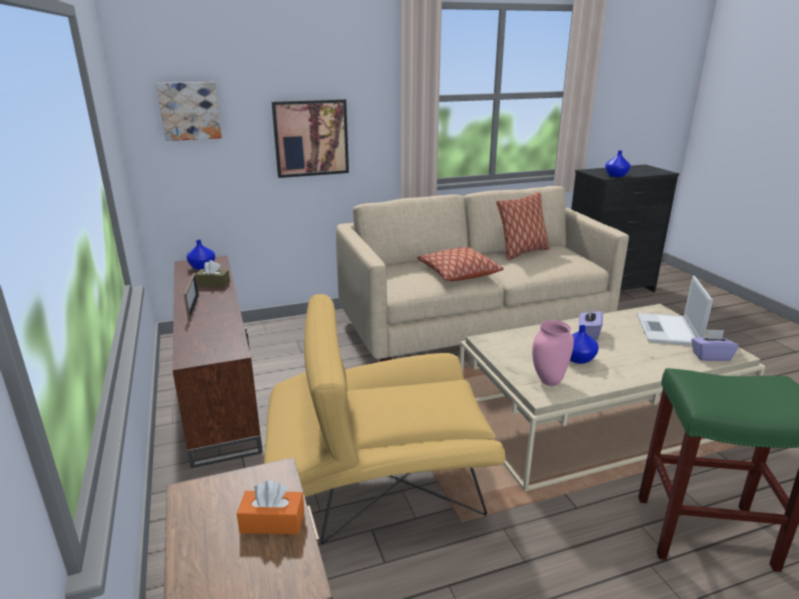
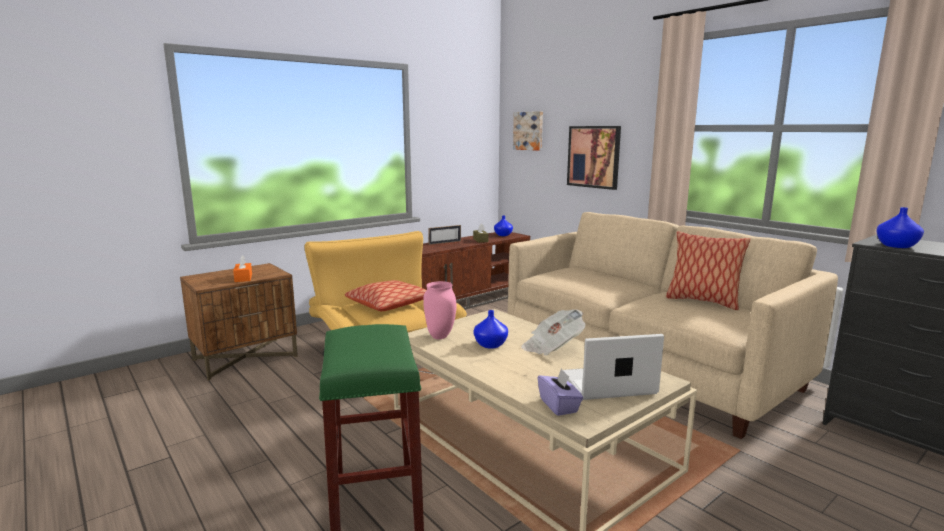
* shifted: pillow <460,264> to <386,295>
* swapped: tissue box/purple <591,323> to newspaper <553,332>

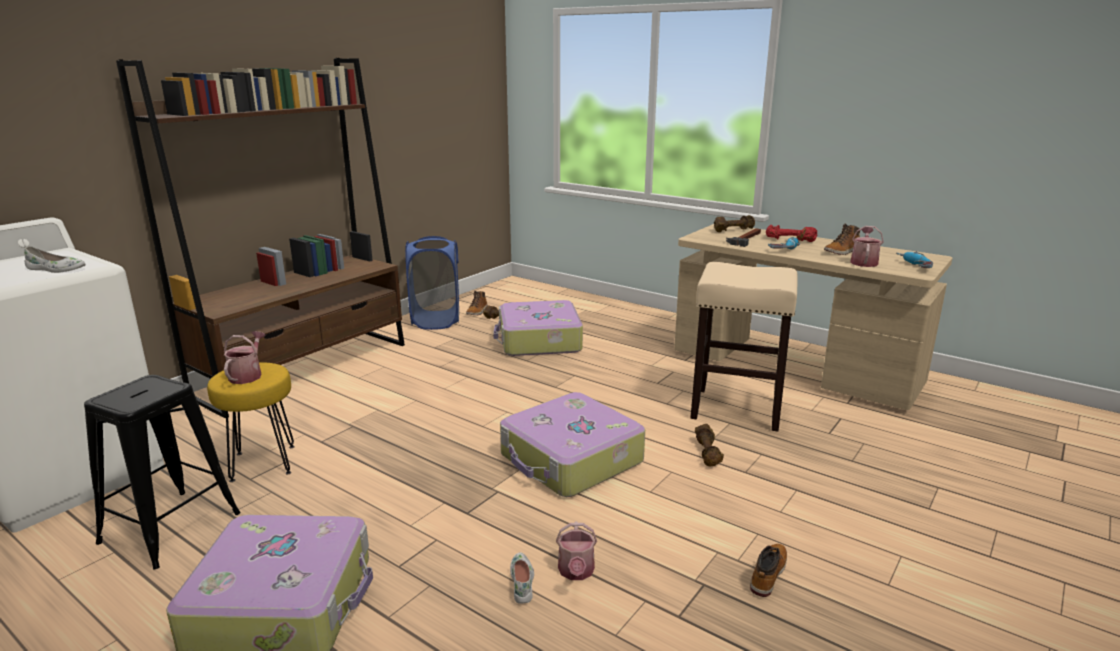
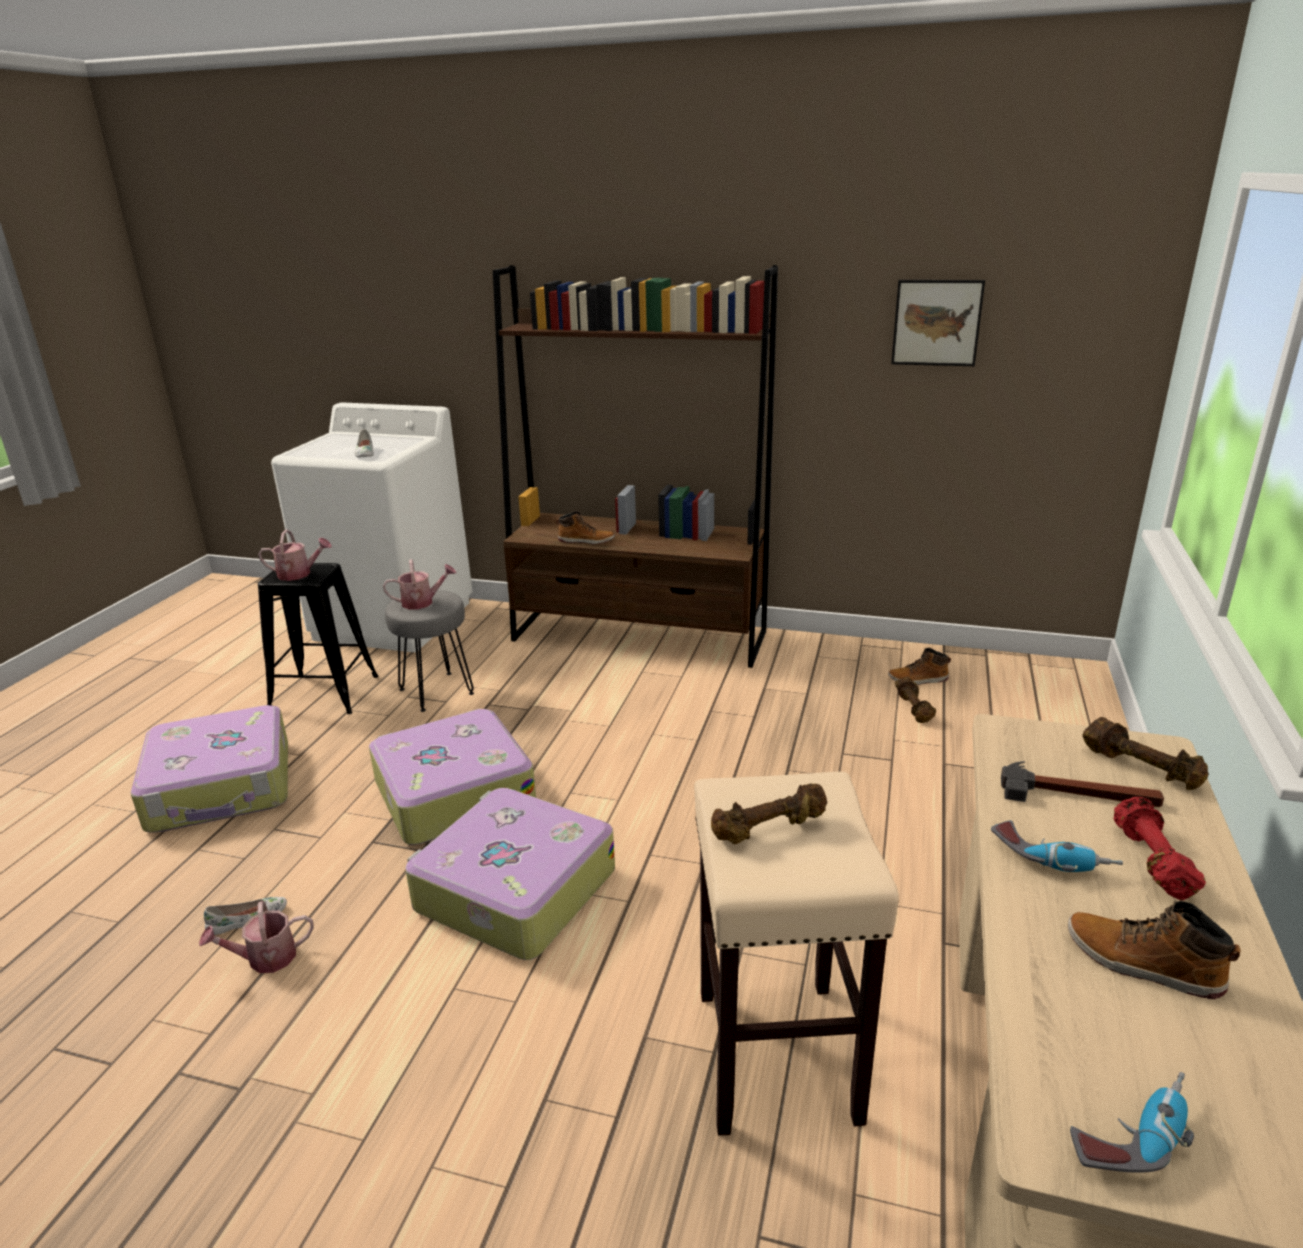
* shifted: watering can <866,246> to <295,555>
* gone: laundry basket/blue <432,283>
* shifted: suitcase <538,328> to <452,777>
* repainted: stool/yellow <251,422> to stool/grey <429,651>
* shifted: dumbbell/brown <709,445> to <769,813>
* shifted: boot <768,570> to <585,527>
* new: picture <938,323>

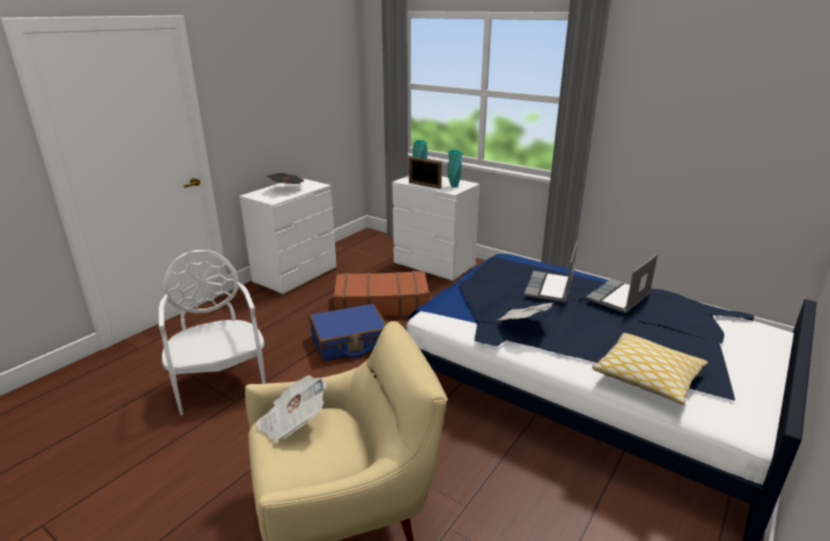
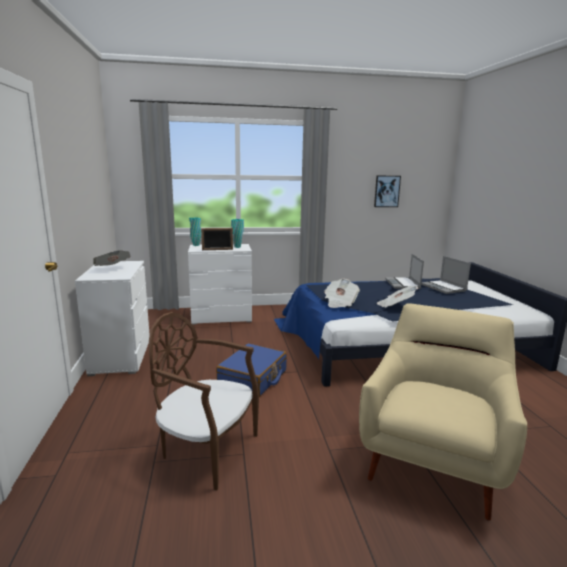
* shifted: laptop <550,272> to <446,275>
* repainted: chair/white <212,332> to chair/brown <204,401>
* gone: suitcase/brown <382,293>
* gone: pillow <650,369>
* shifted: newspaper <291,409> to <342,293>
* new: picture <387,191>

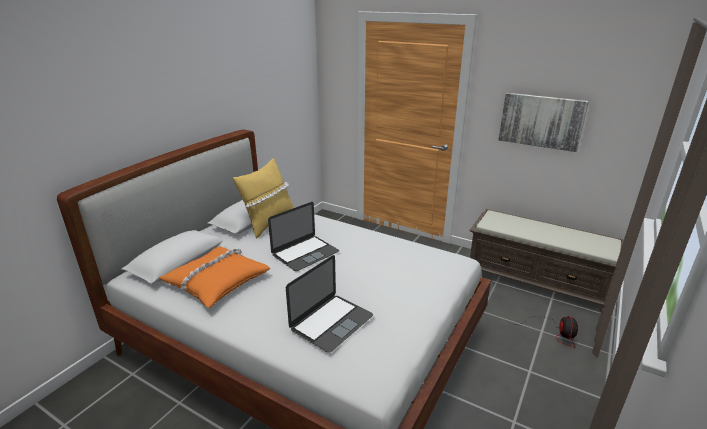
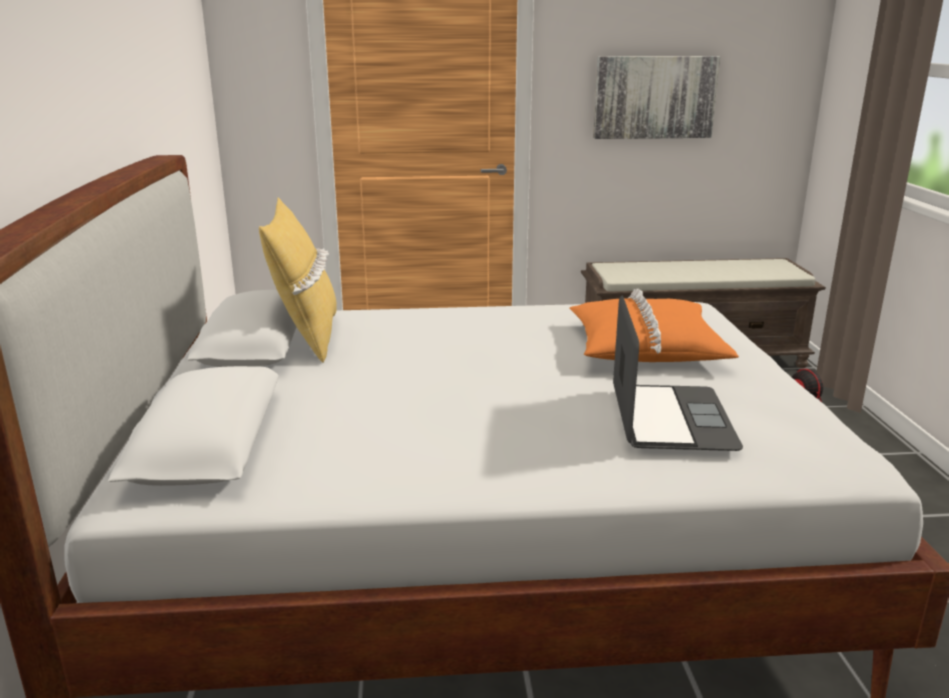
* gone: laptop <303,236>
* shifted: pillow/orange <214,277> to <654,325>

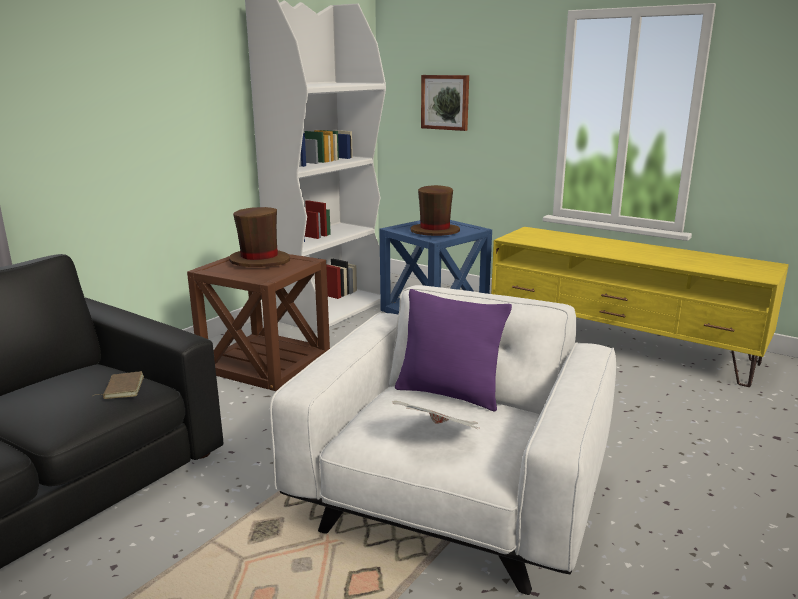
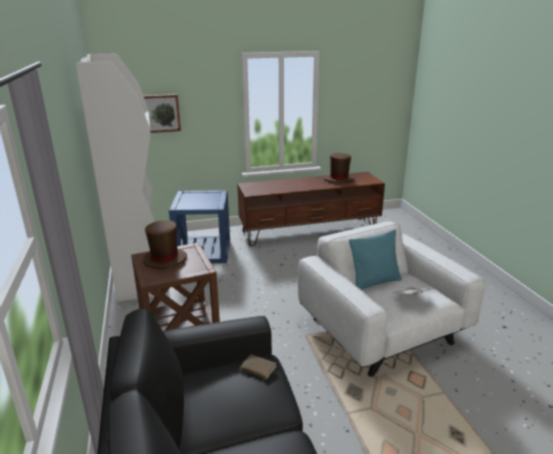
* shifted: hat/brown <435,210> to <339,168>
* repainted: tv stand/yellow <640,307> to tv stand/brown <311,209>
* repainted: pillow/purple <453,350> to pillow/turquoise <375,260>

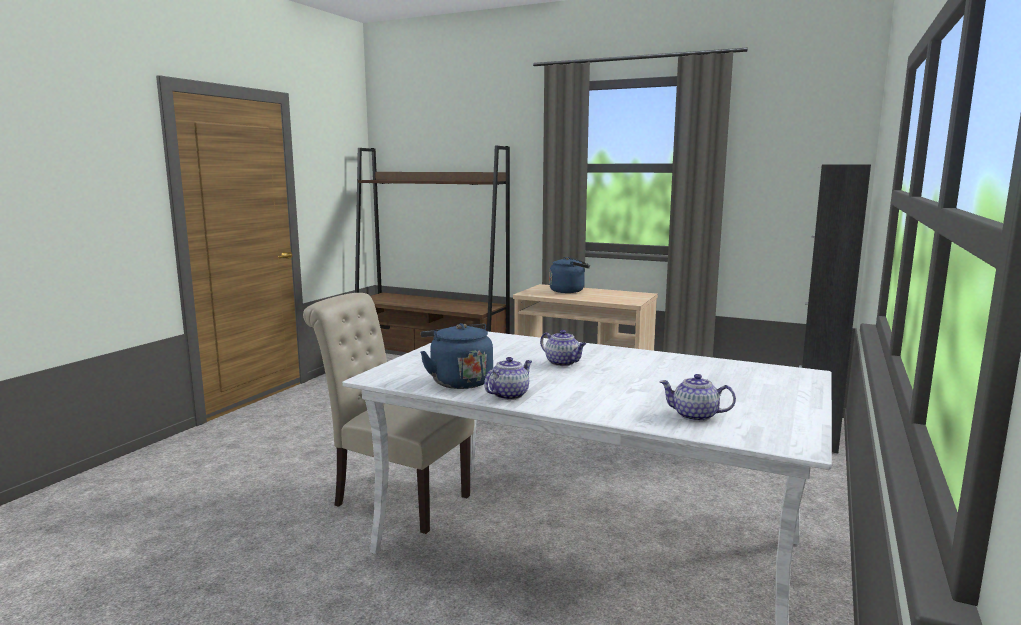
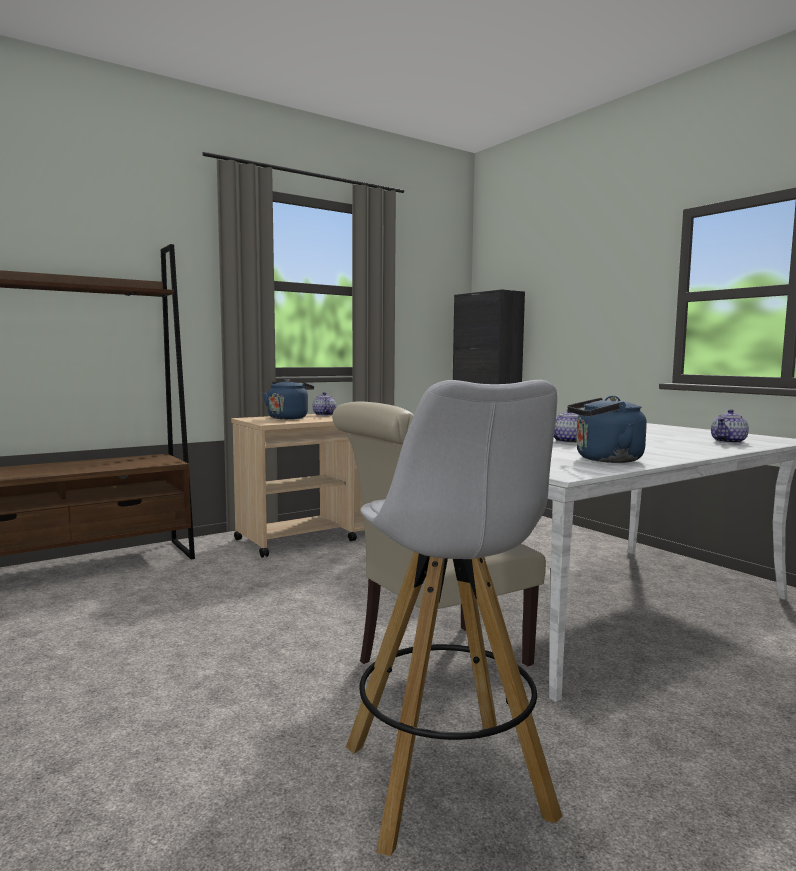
* shifted: teapot <508,378> to <324,404>
* new: stool/white <454,618>

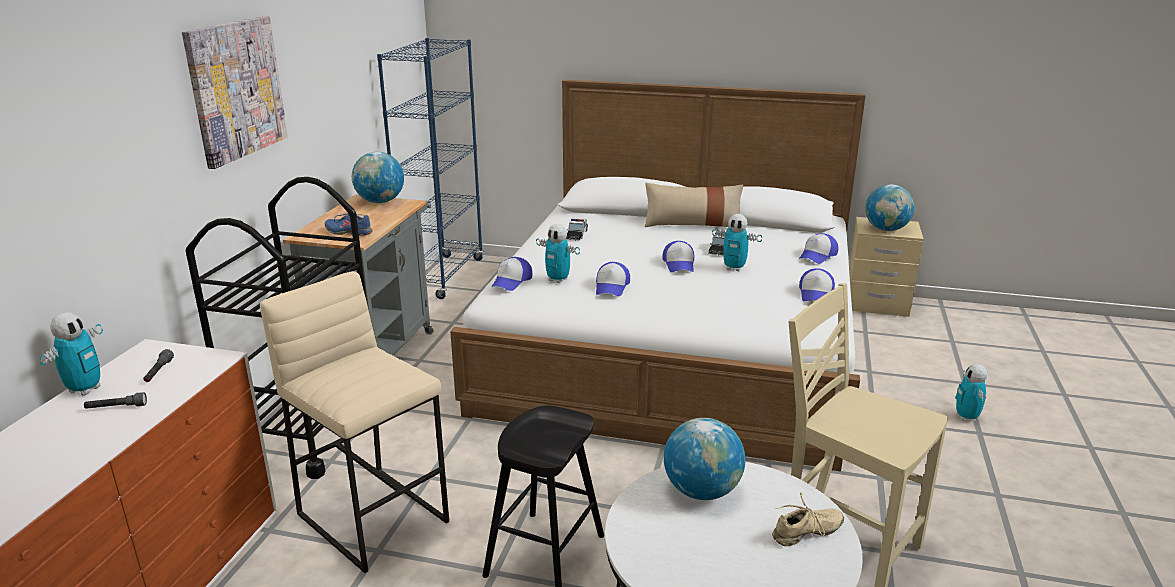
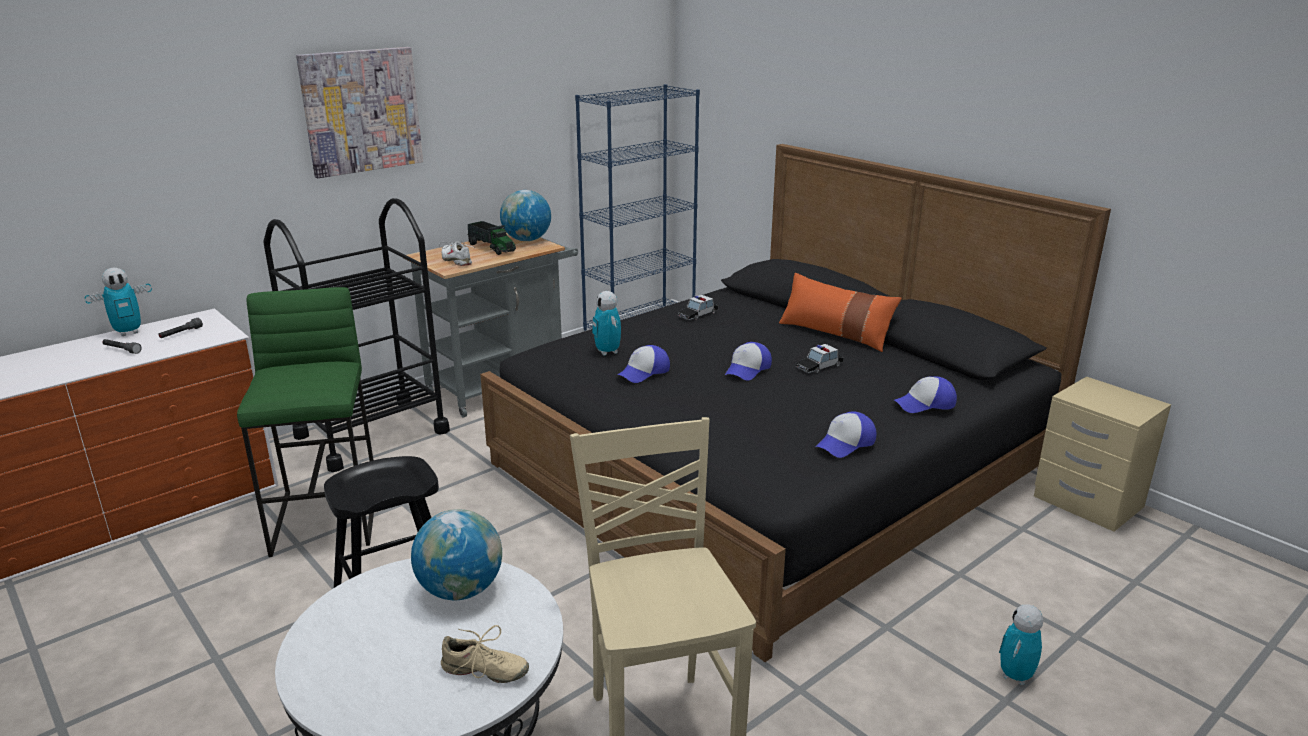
* repainted: bed/white <658,275> to bed/black <795,403>
* repainted: pillow/beige <694,204> to pillow/orange <840,312>
* gone: globe <890,207>
* repainted: shoe/blue <348,224> to shoe/white <457,253>
* gone: toy robot <737,242>
* gone: cap <512,274>
* repainted: stool/beige <354,422> to stool/green <305,422>
* new: toy truck <491,238>

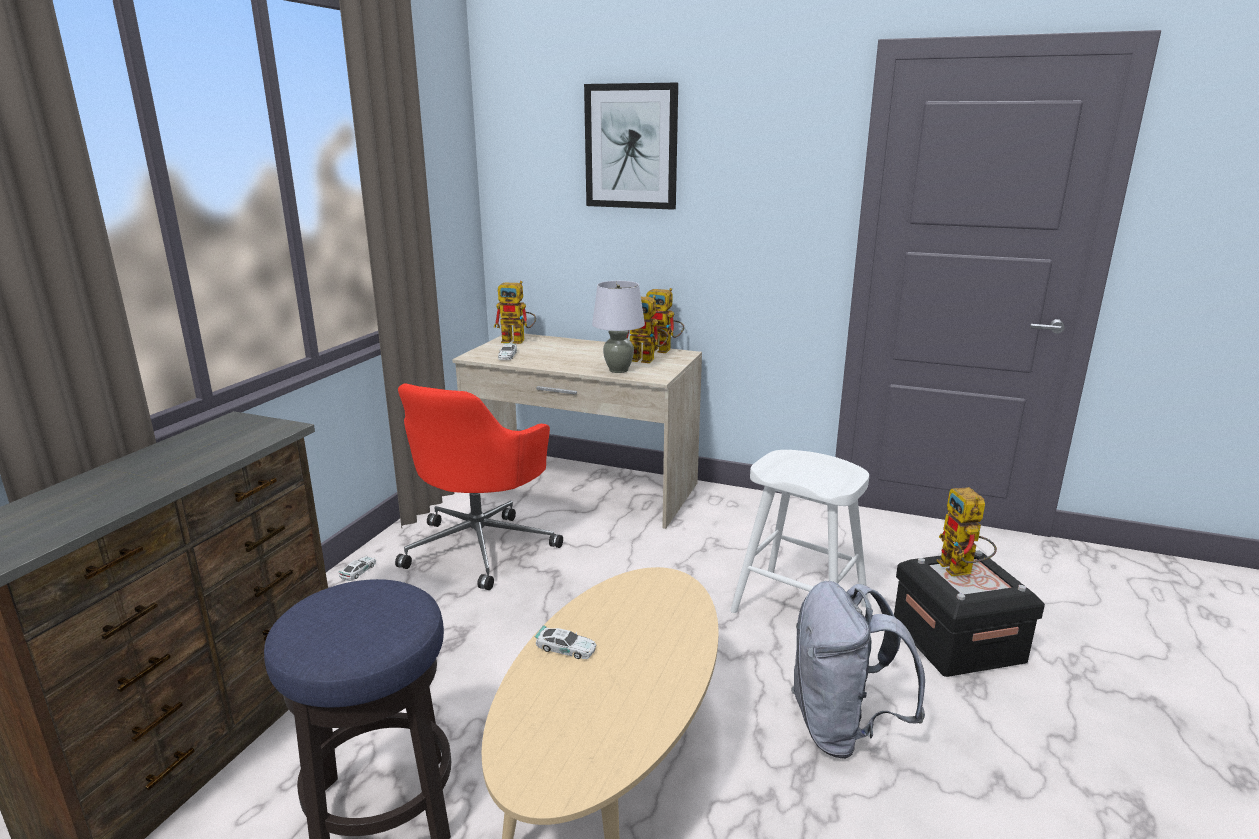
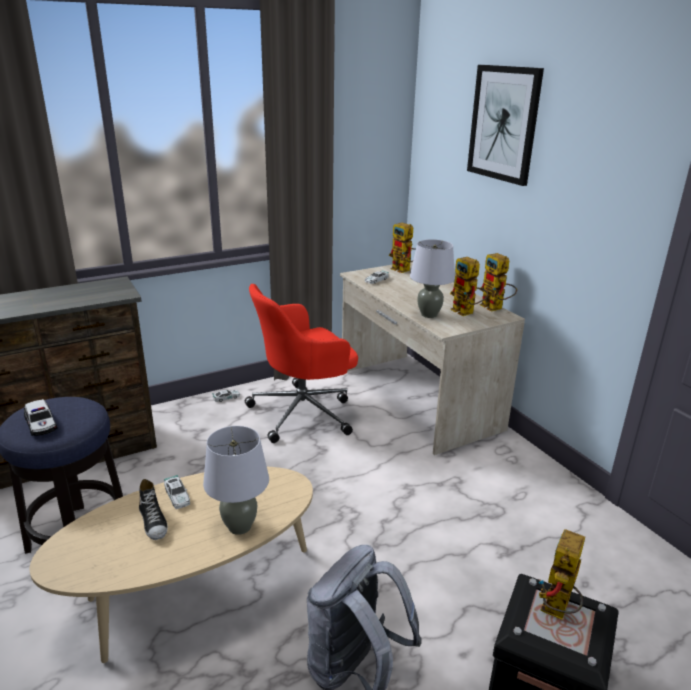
* gone: stool/white <799,531>
* new: toy car <40,417>
* new: table lamp/grey <236,480>
* new: shoe <153,509>

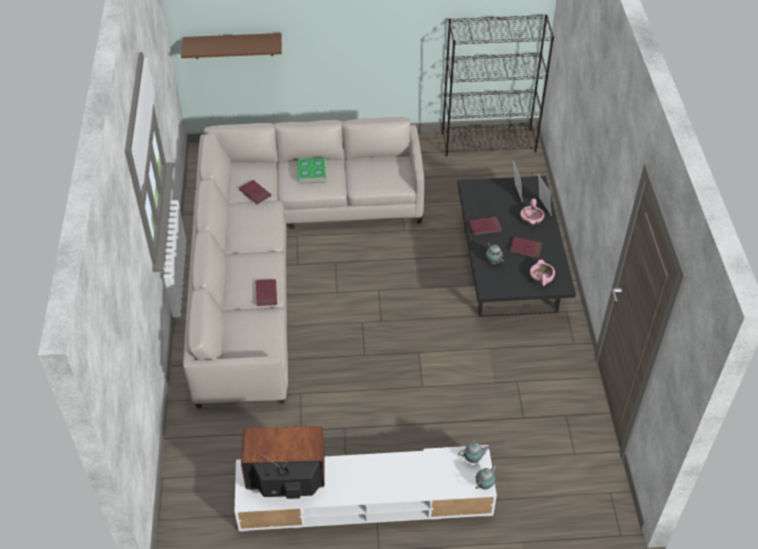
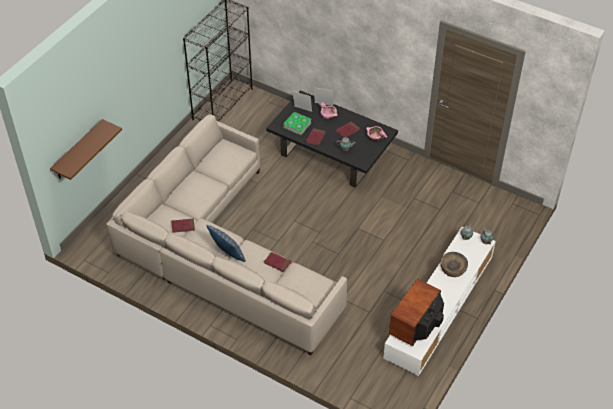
* shifted: book <312,171> to <297,123>
* new: pillow <226,243>
* new: bowl/brown <454,264>

